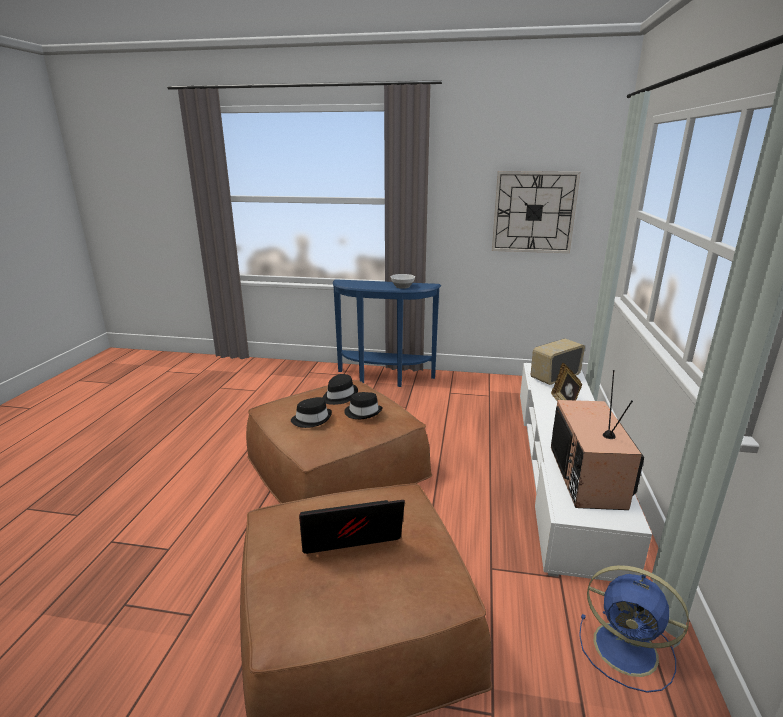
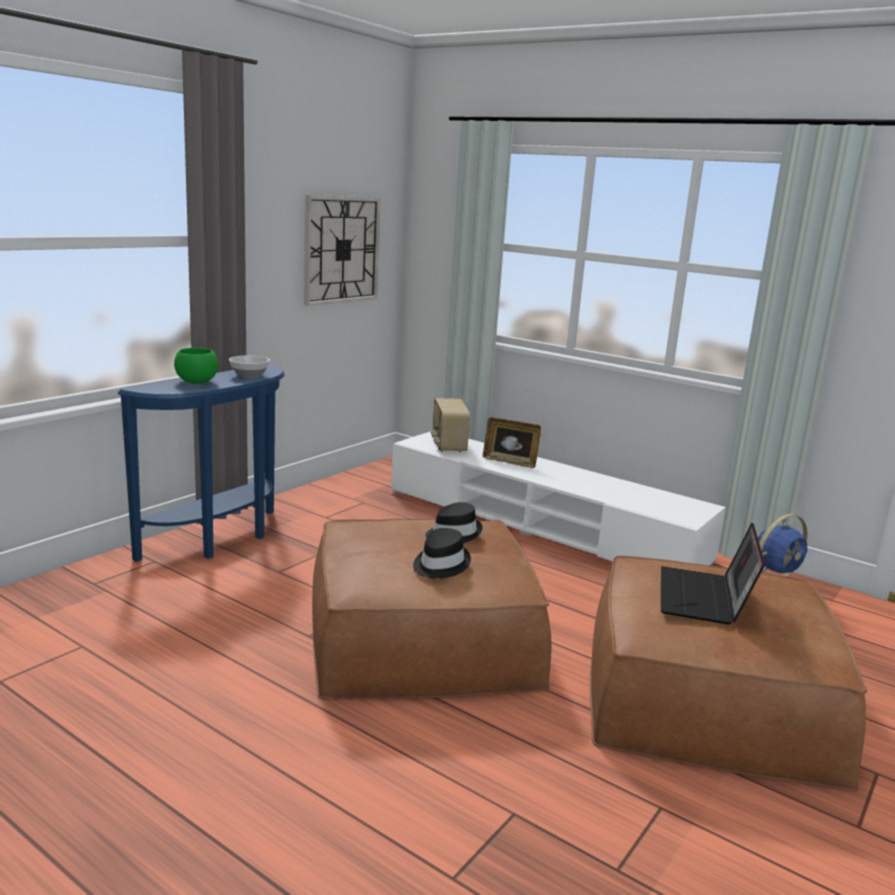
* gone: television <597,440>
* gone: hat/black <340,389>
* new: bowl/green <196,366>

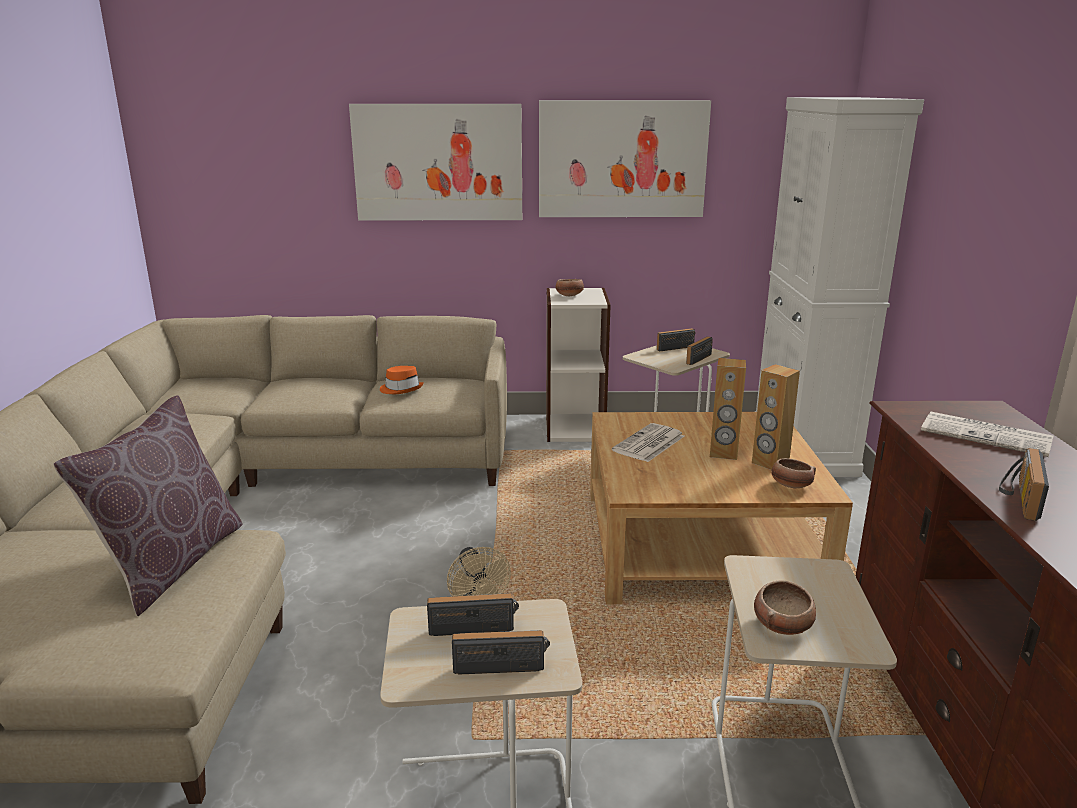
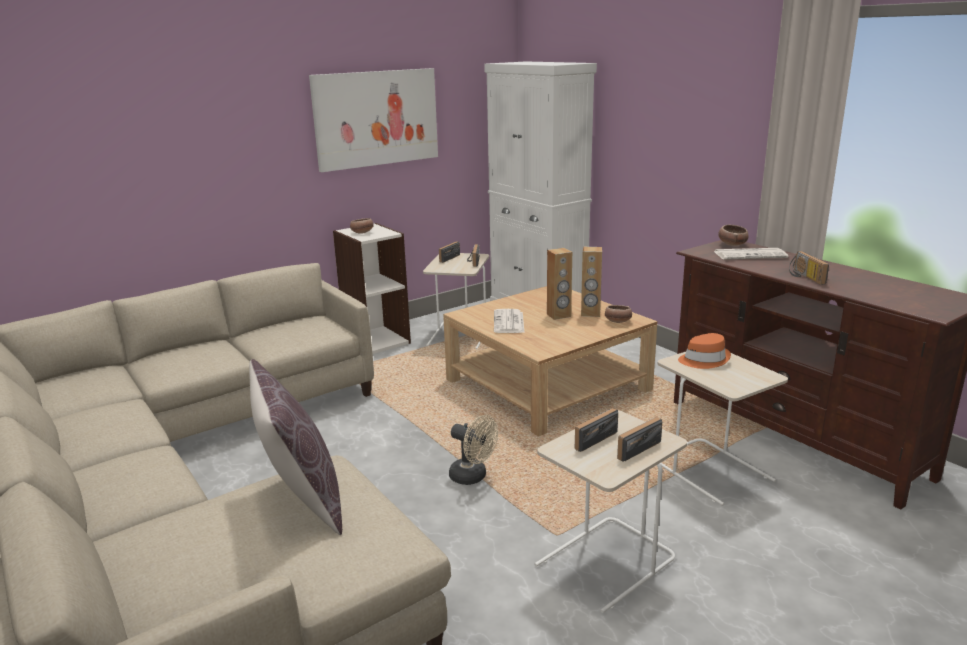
* gone: picture <435,162>
* shifted: hat/orange <402,380> to <704,351>
* shifted: bowl <785,607> to <733,235>

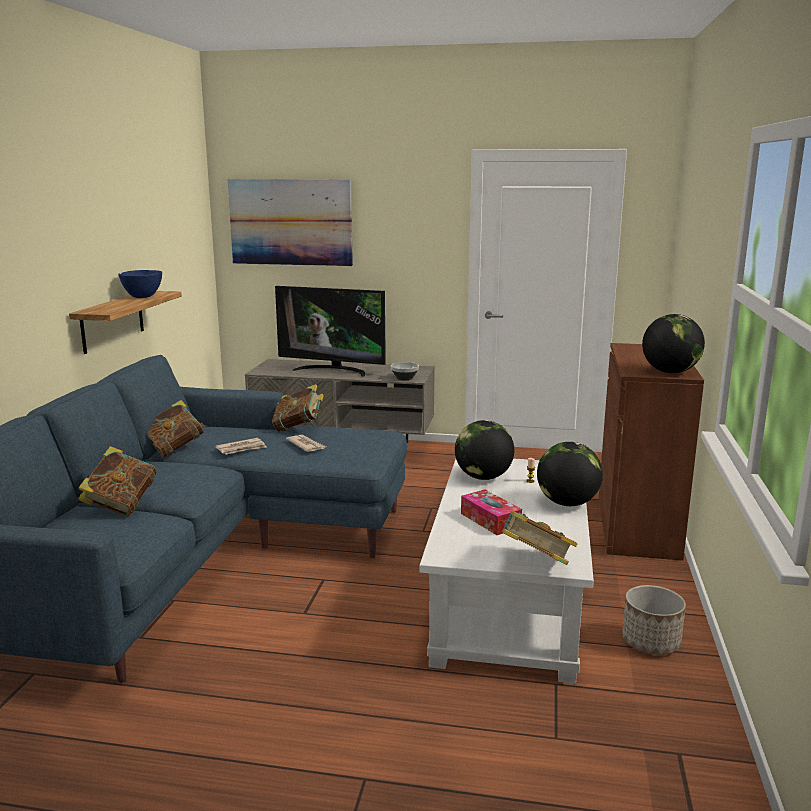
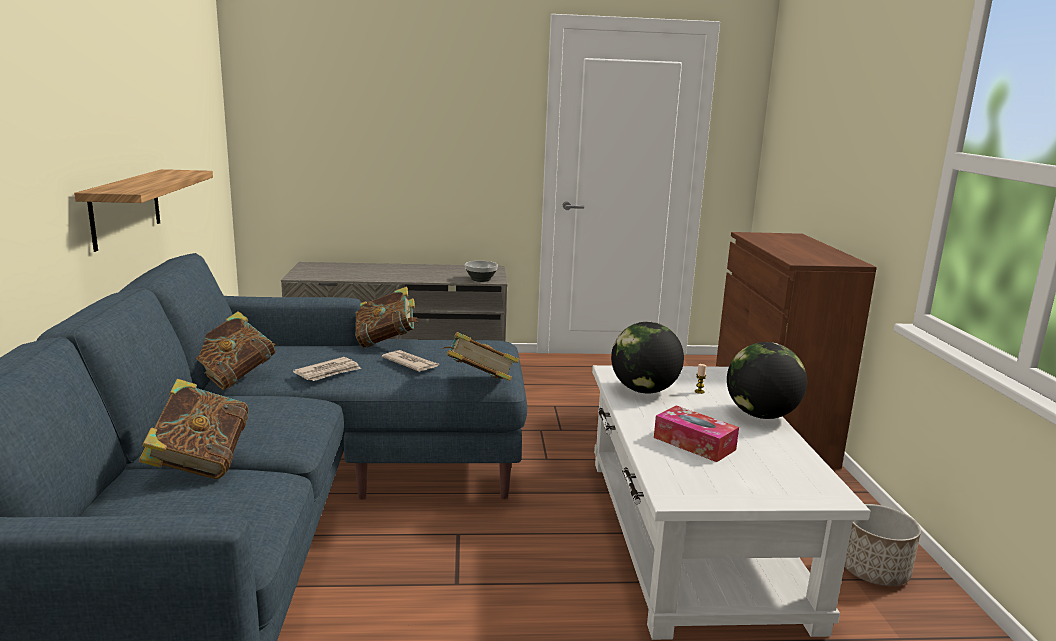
* gone: picture <290,222>
* gone: bowl/blue <140,284>
* gone: television <330,331>
* gone: globe <673,343>
* shifted: book <538,538> to <481,356>

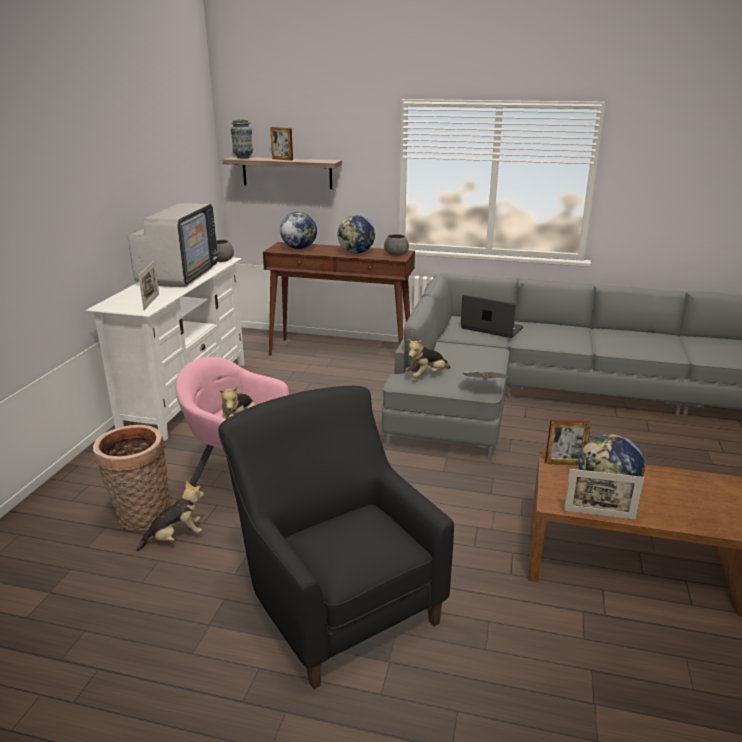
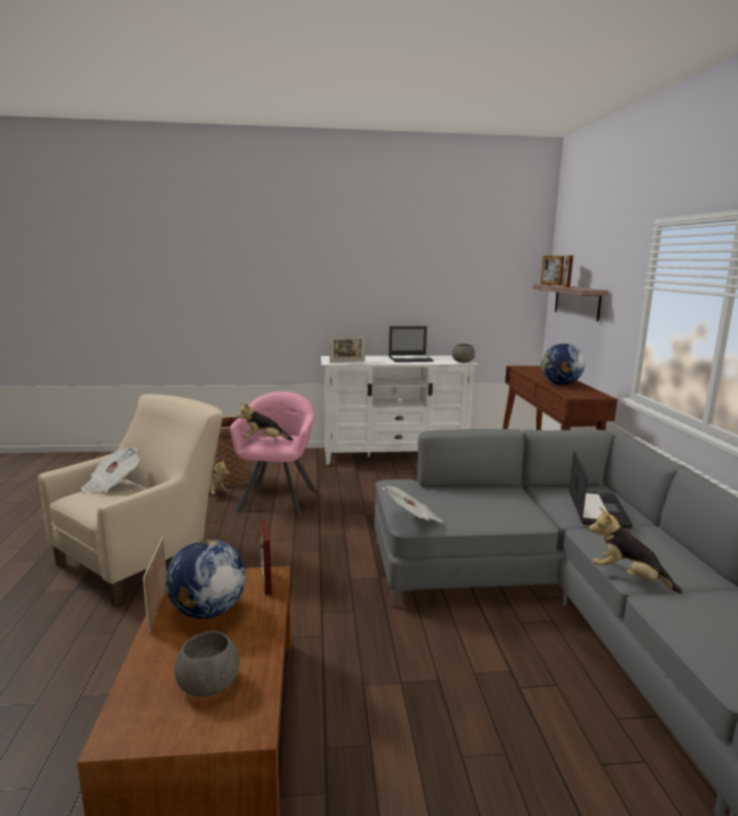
* swapped: vase <242,139> to picture frame <552,270>
* swapped: television <173,245> to laptop <411,344>
* gone: globe <298,230>
* shifted: bowl/grey <396,245> to <207,664>
* shifted: plush toy <428,358> to <636,550>
* repainted: armchair/black <336,537> to armchair/beige <130,500>
* new: newspaper <110,469>

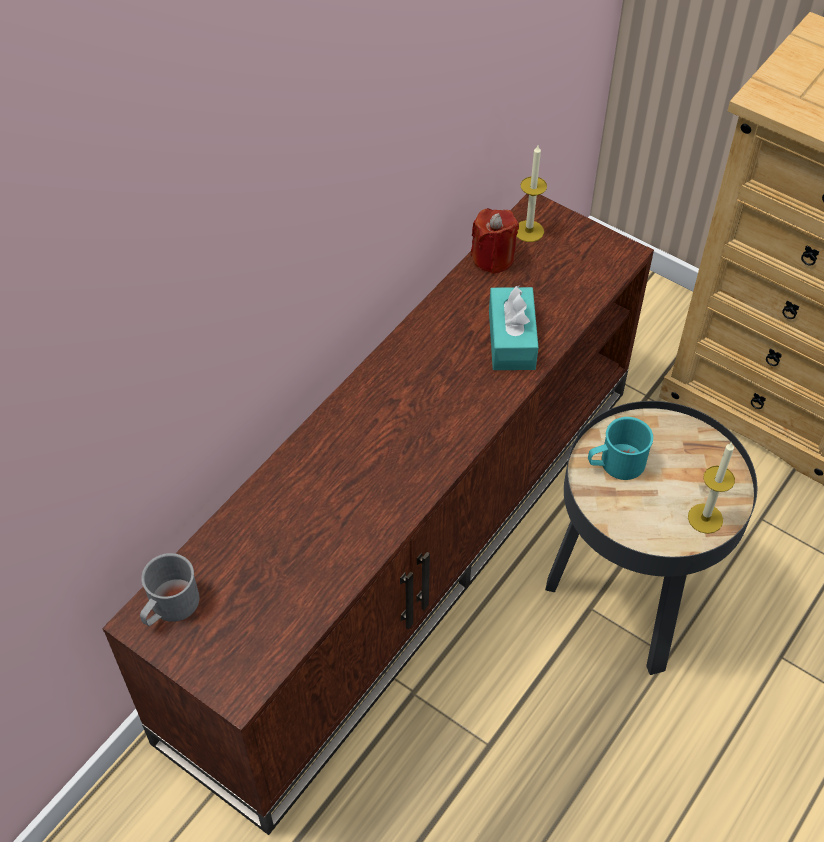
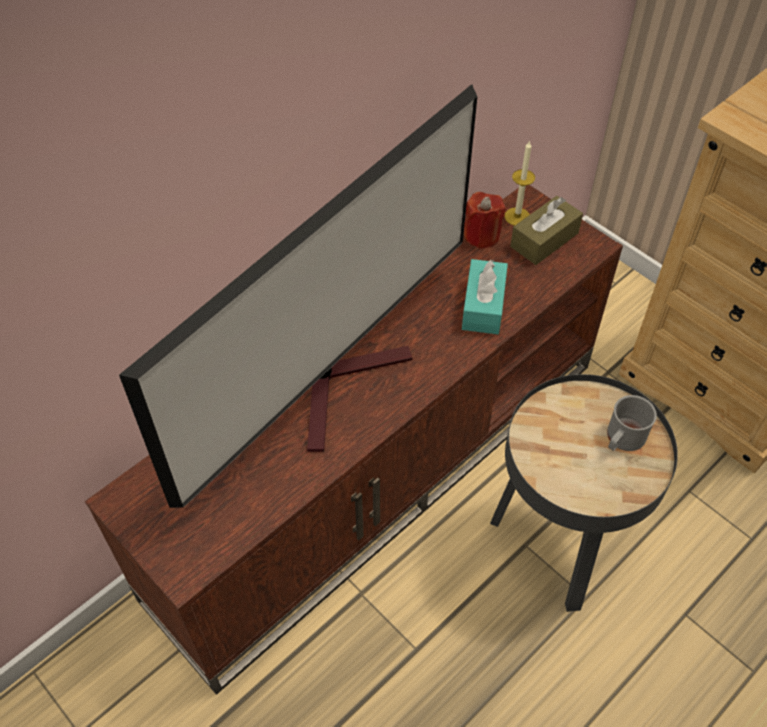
* gone: mug/turquoise <620,448>
* gone: candle <711,488>
* shifted: mug/grey <169,589> to <632,423>
* new: television <298,296>
* new: tissue box/brown <546,230>

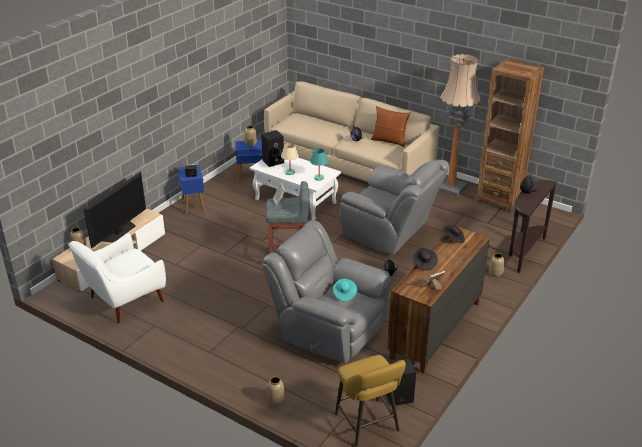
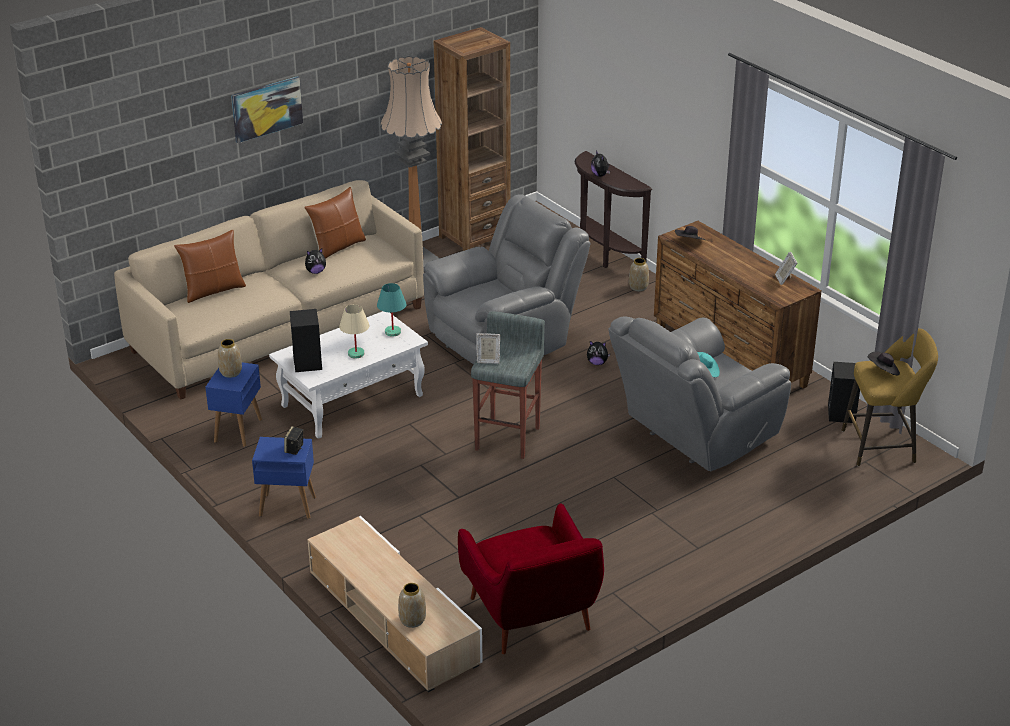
* gone: television <115,210>
* repainted: armchair/white <117,278> to armchair/red <531,579>
* shifted: hat/black <425,259> to <884,363>
* gone: vase <276,391>
* new: picture <267,109>
* new: pillow/brown <210,266>

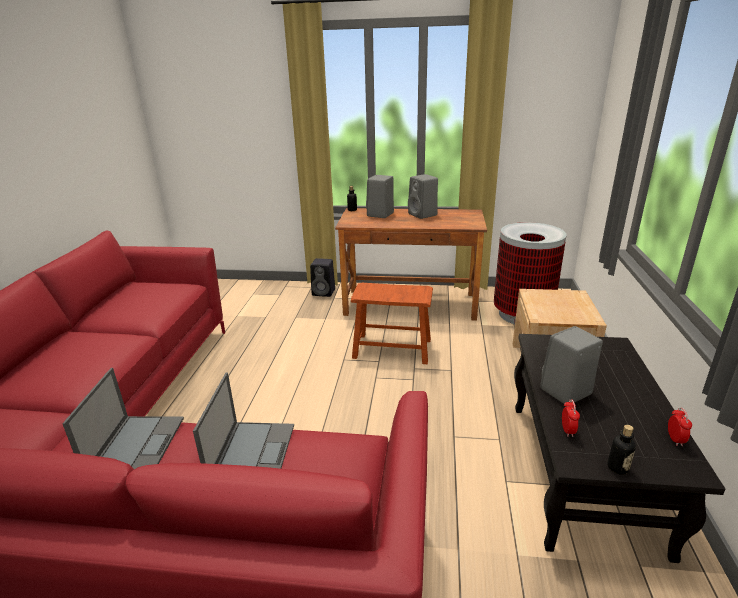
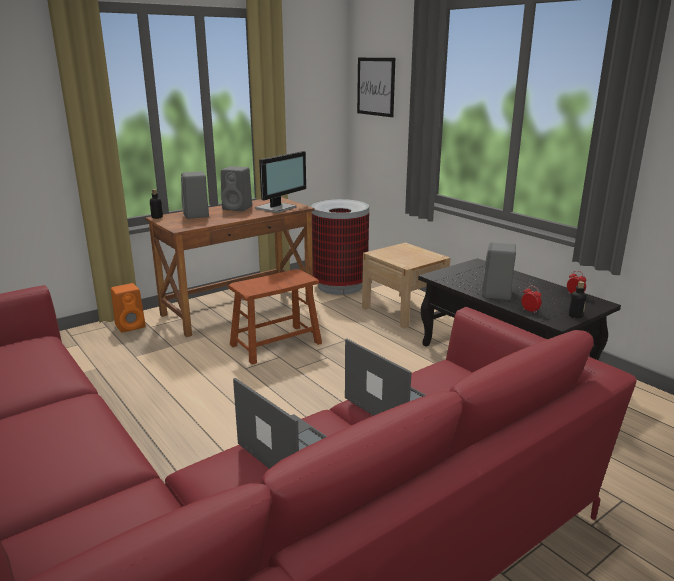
* repainted: speaker/black <322,277> to speaker/orange <128,308>
* new: picture <376,87>
* new: monitor <280,182>

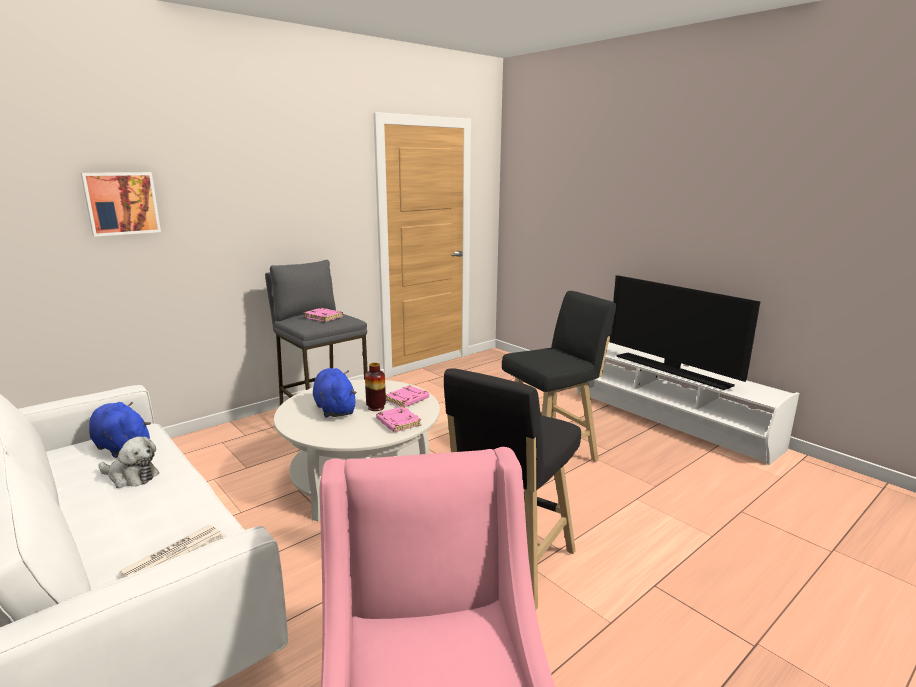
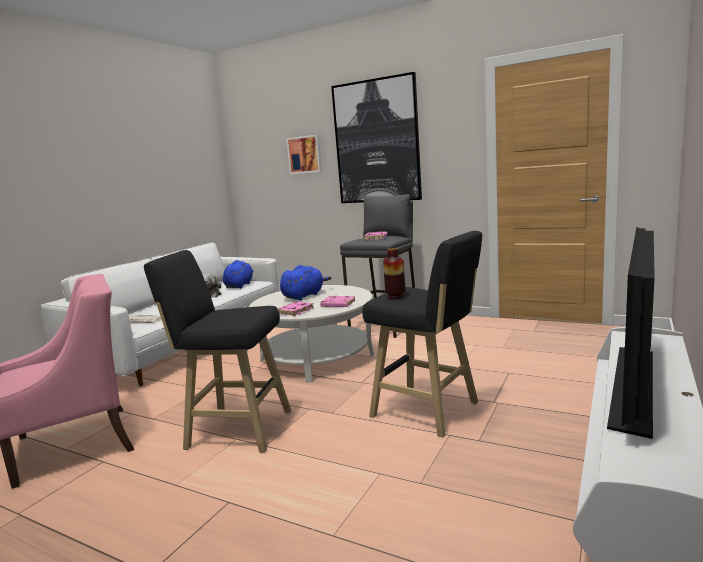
* shifted: vase <375,387> to <394,273>
* new: picture <376,137>

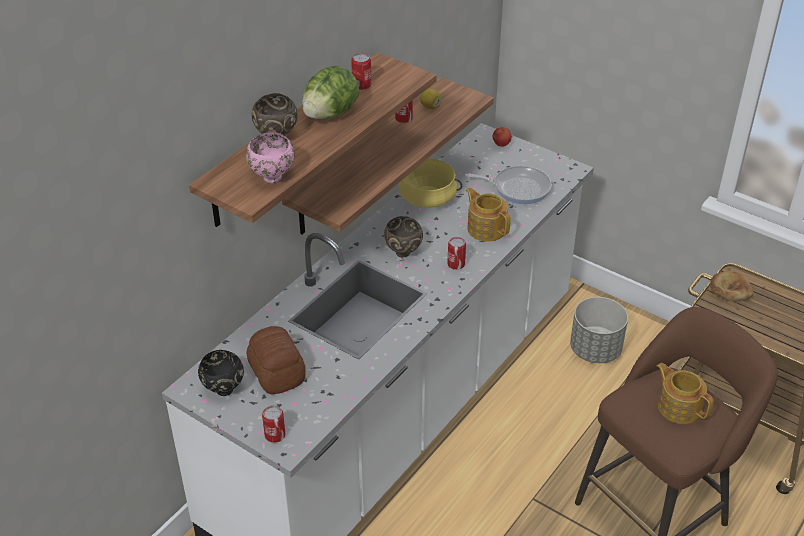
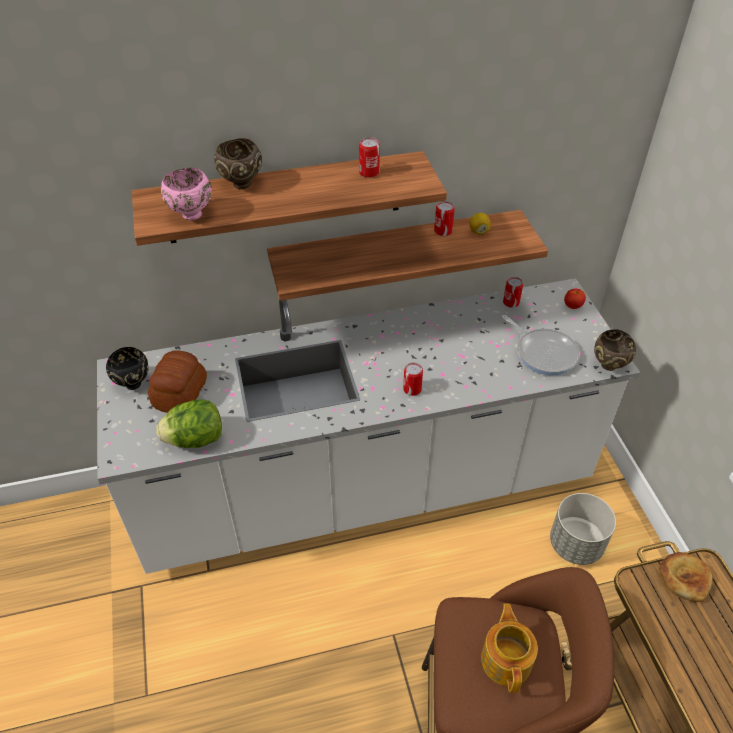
* shifted: lettuce <331,93> to <189,423>
* gone: cooking pot/yellow <430,183>
* gone: teapot <488,214>
* shifted: bowl/brown <403,236> to <615,350>
* shifted: can <273,424> to <513,292>

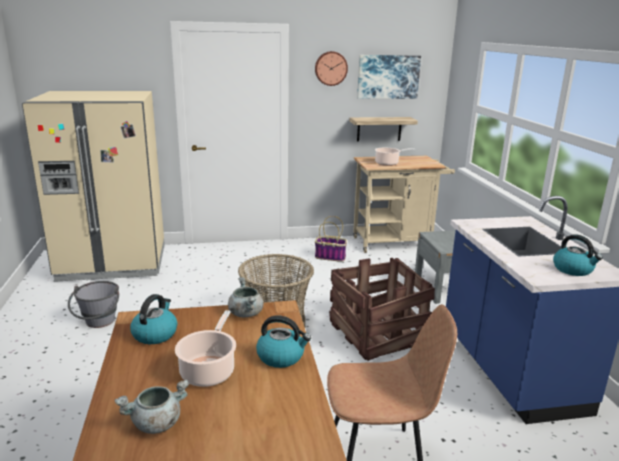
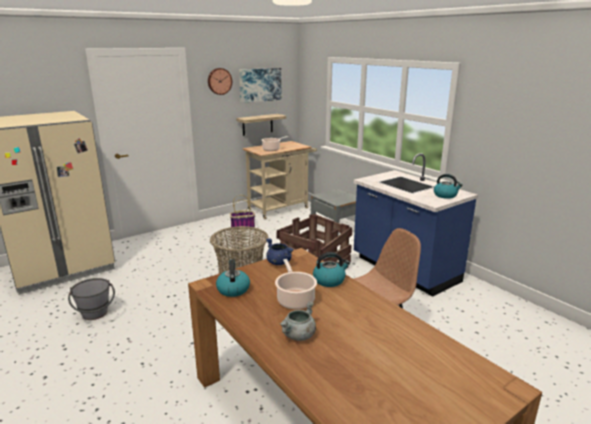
* repainted: cooking pot/grey <245,297> to cooking pot/blue <280,251>

